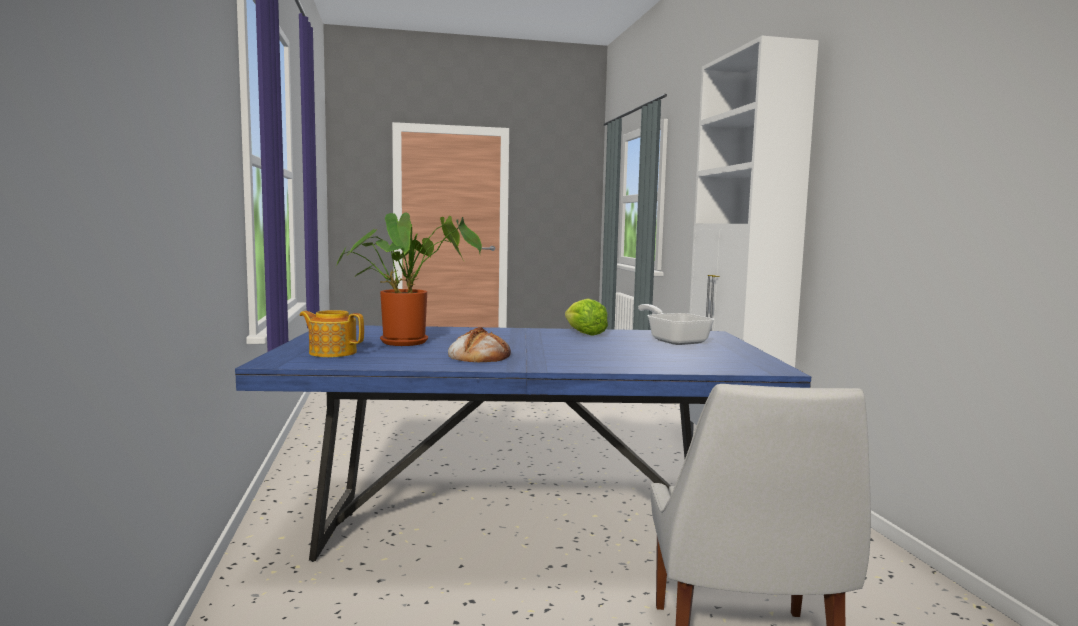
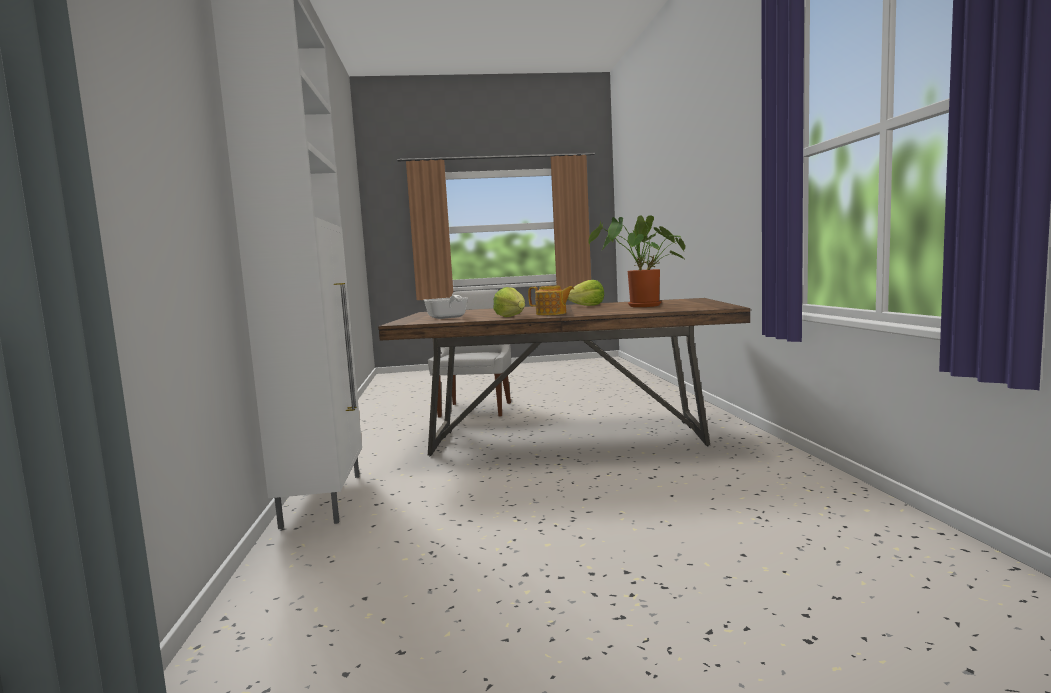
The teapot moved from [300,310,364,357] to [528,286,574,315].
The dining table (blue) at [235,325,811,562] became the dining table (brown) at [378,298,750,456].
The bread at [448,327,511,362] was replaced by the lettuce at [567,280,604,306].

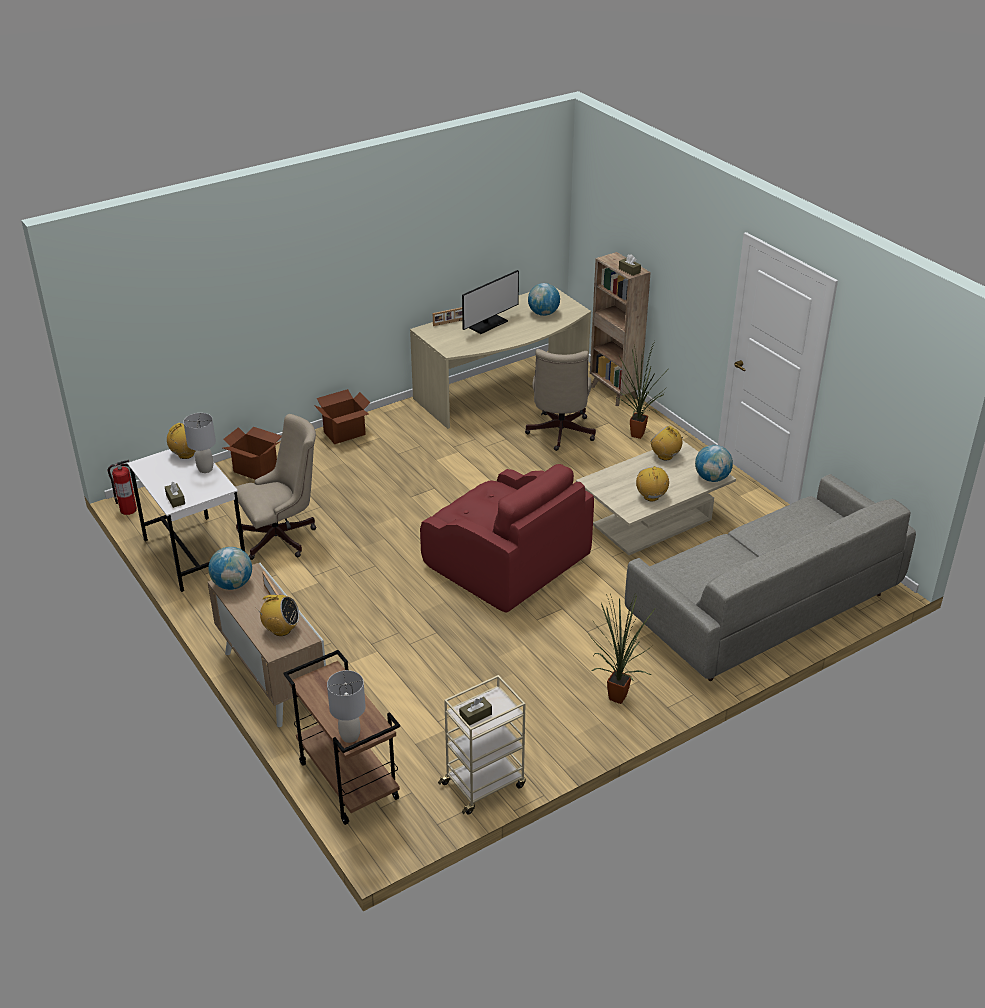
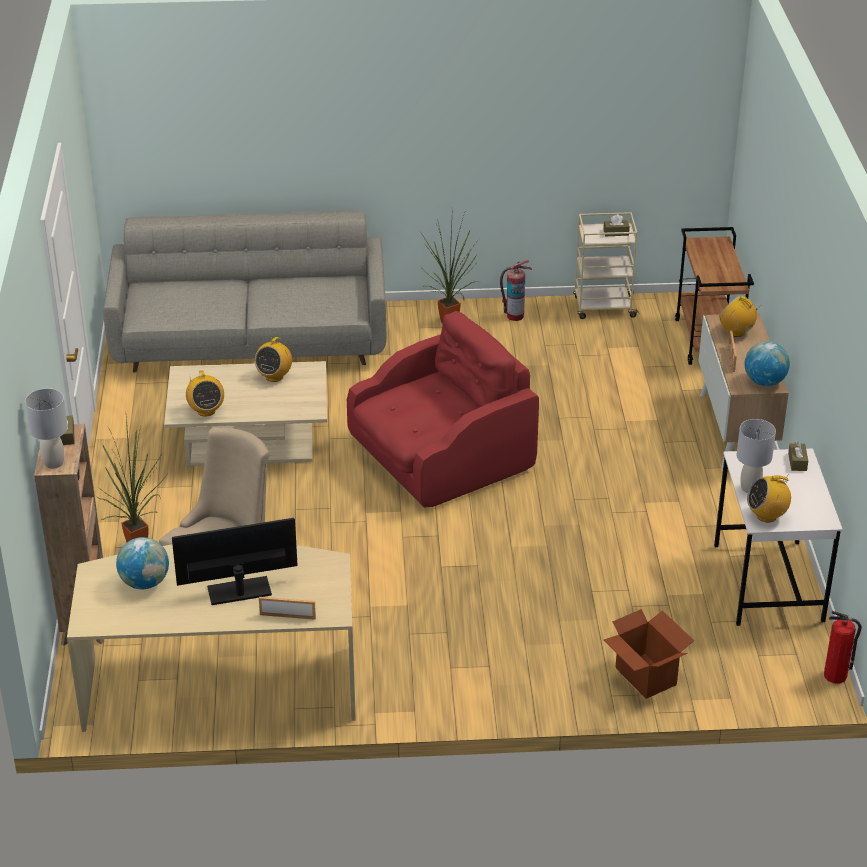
The cardboard box at [314,389,370,444] disappeared.
The office chair (beige) at [235,414,316,560] disappeared.
The globe at [695,445,733,482] disappeared.
The armchair (red) at [420,464,594,613] turned 75 degrees clockwise.
The table lamp (grey) moved from [327,670,366,743] to [25,388,68,469].
The fire extinguisher at [500,260,532,321] appeared.

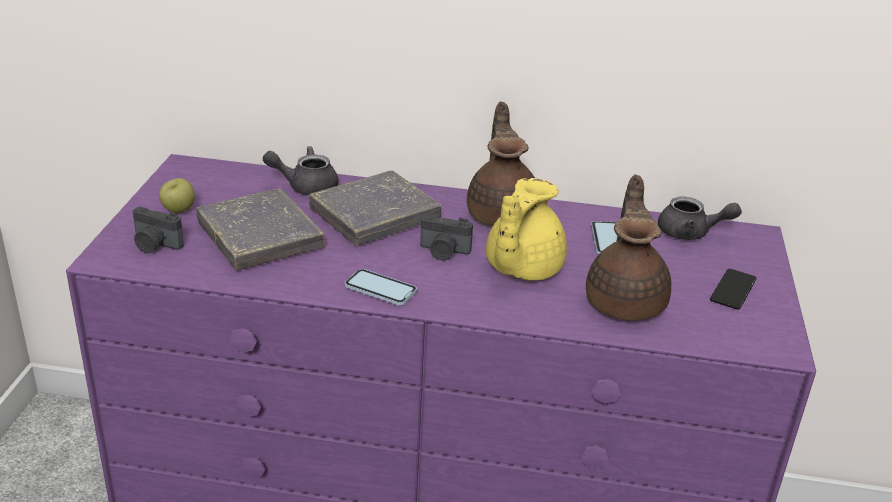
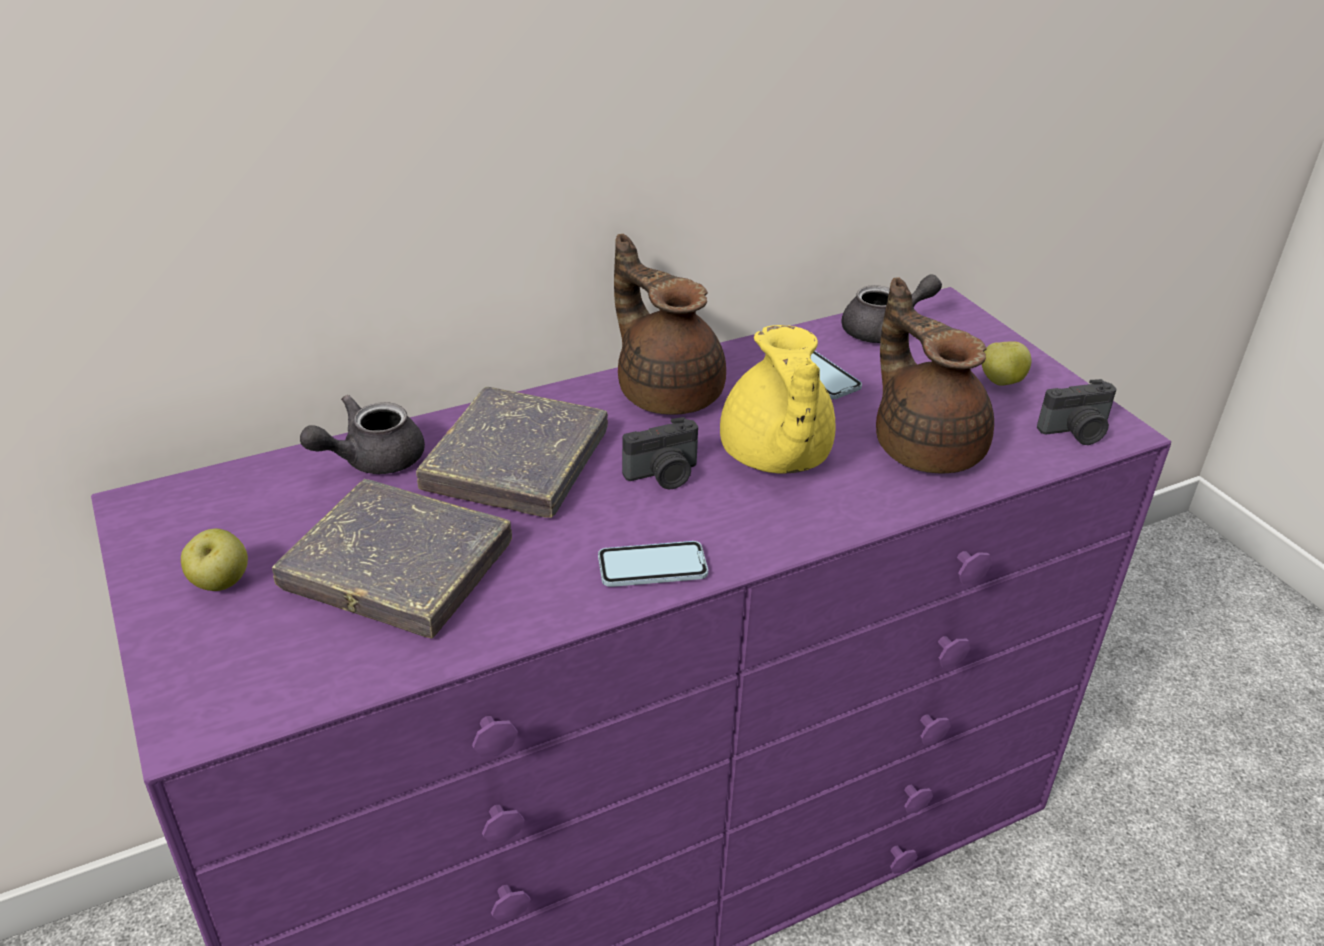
The photo camera moved from [133,207,184,253] to [1037,379,1117,445].
The phone at [710,268,756,310] was replaced by the apple at [982,341,1031,386].

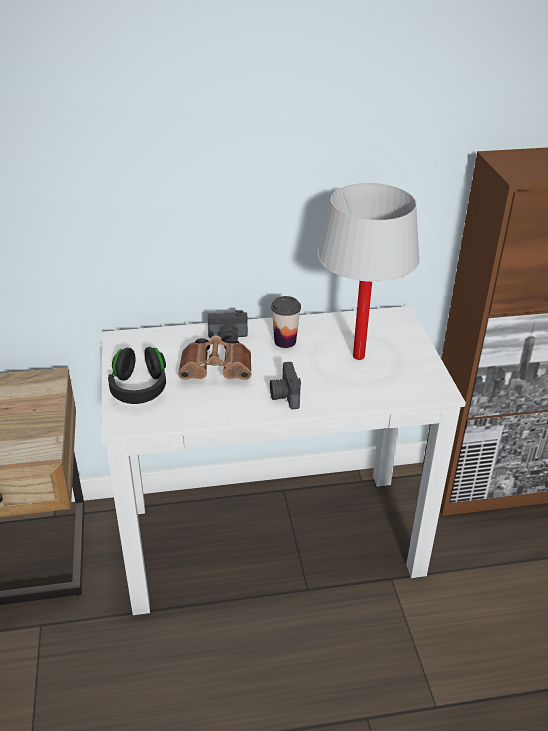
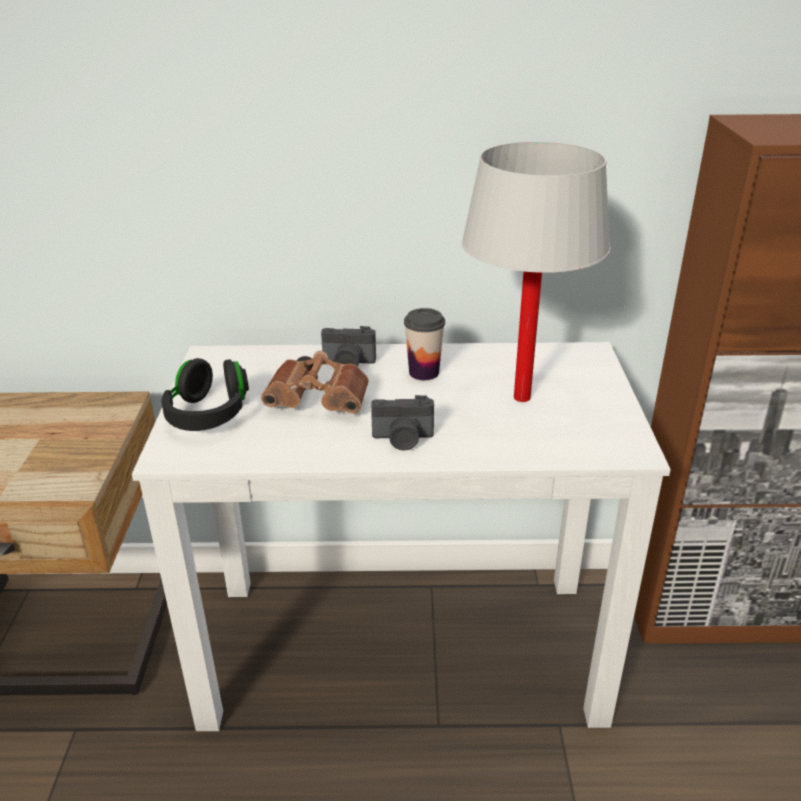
The photo camera at [270,362,301,409] turned 90 degrees counterclockwise.

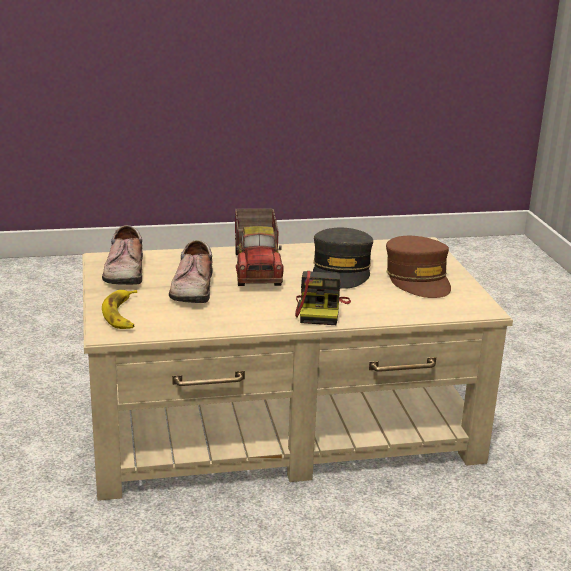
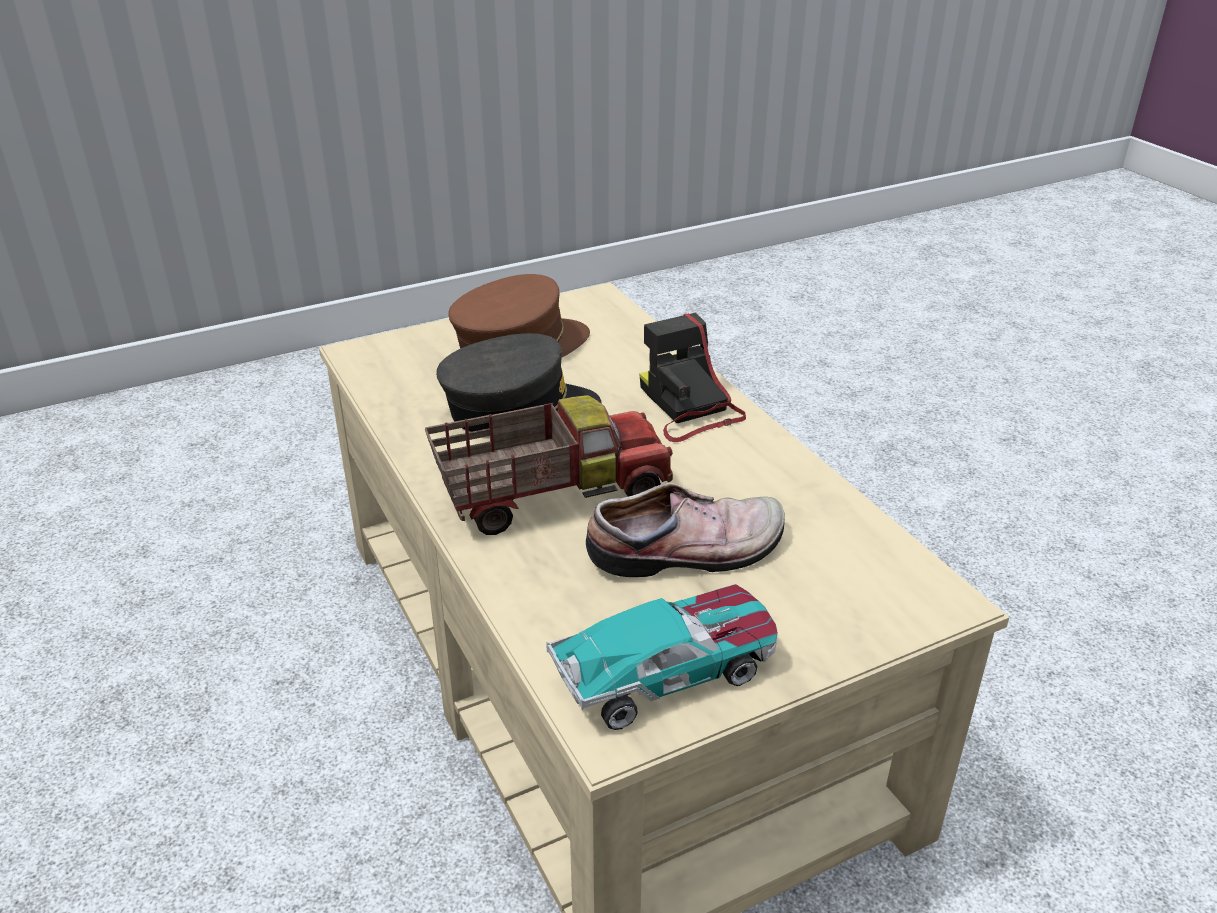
The shoe at [102,225,143,285] was replaced by the toy car at [546,584,778,730].
The photo camera at [295,271,351,325] turned 105 degrees counterclockwise.
The banana at [102,290,137,329] disappeared.

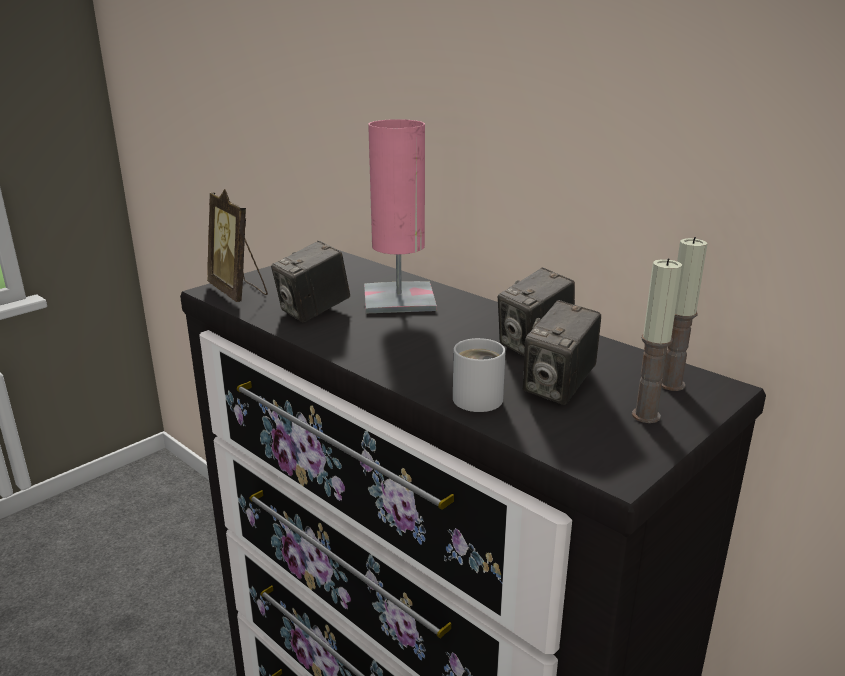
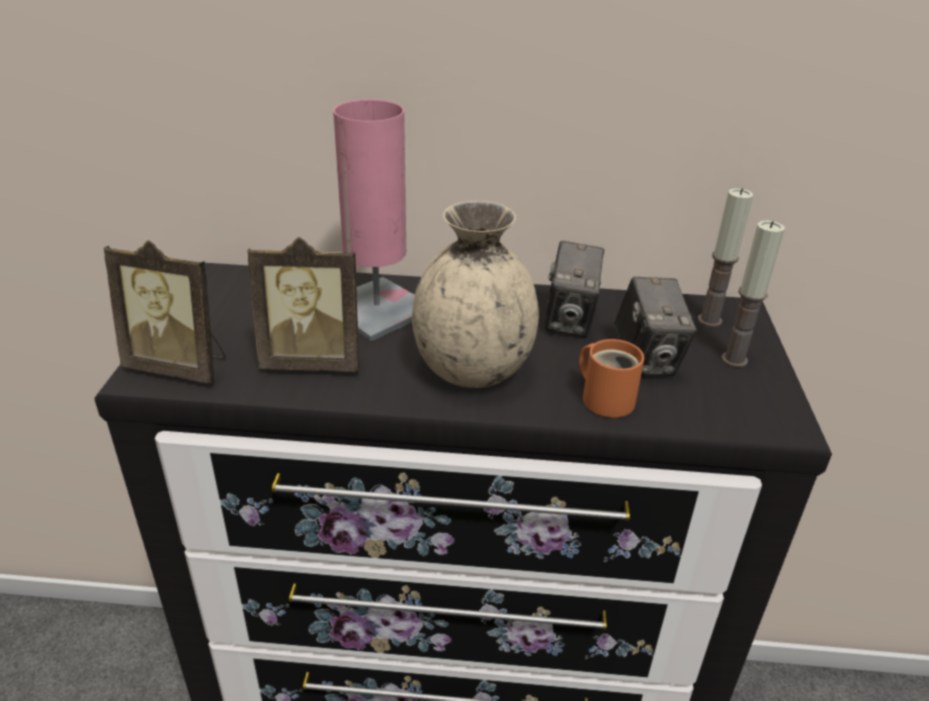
The photo camera at [271,241,350,322] was replaced by the picture frame at [248,237,359,372].
The mug (white) at [453,338,506,412] became the mug (orange) at [579,339,644,418].
The vase (beige) at [412,201,539,388] appeared.

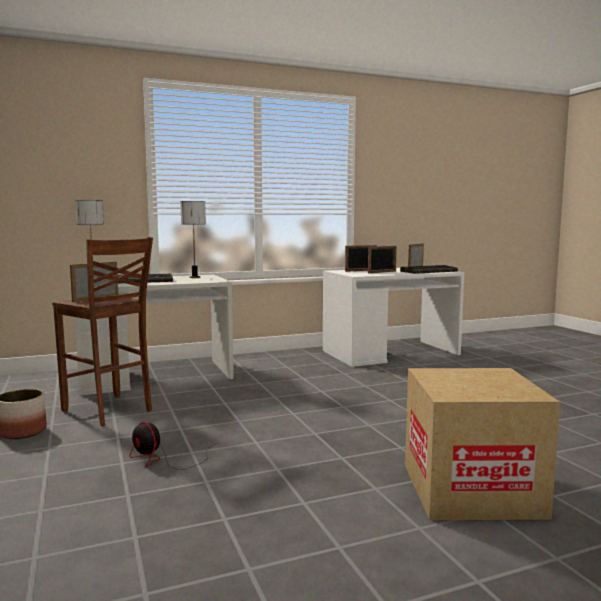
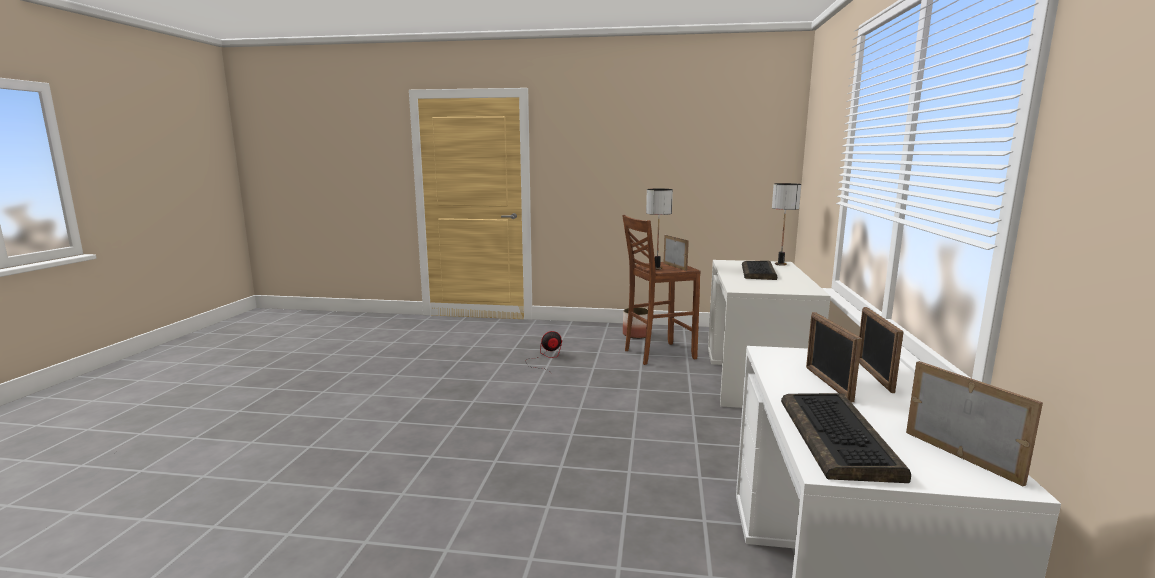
The table lamp moved from [180,201,206,278] to [646,189,673,270].
The cardboard box at [405,368,560,520] disappeared.

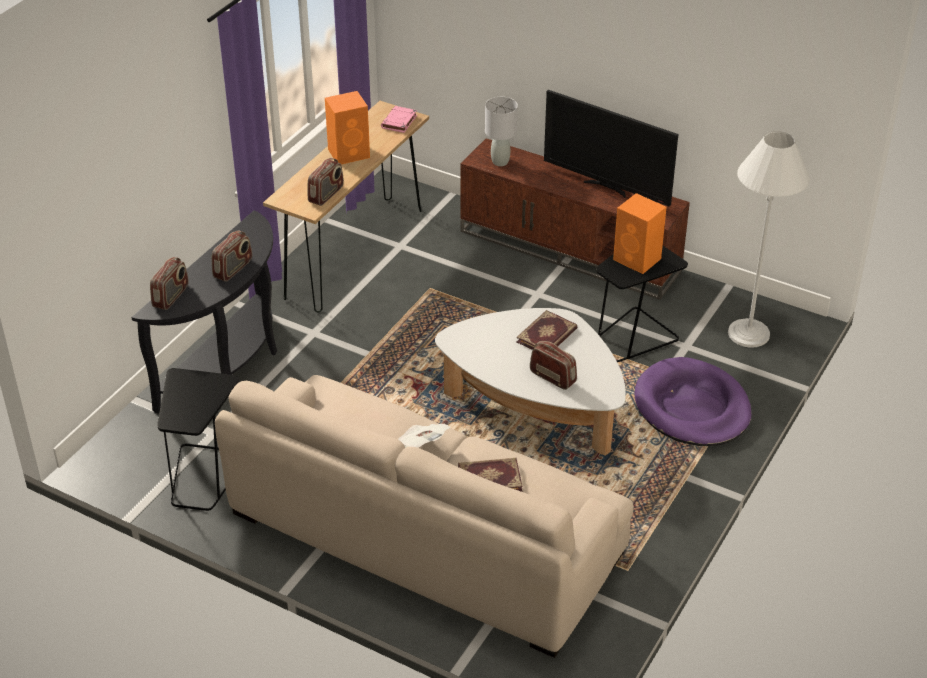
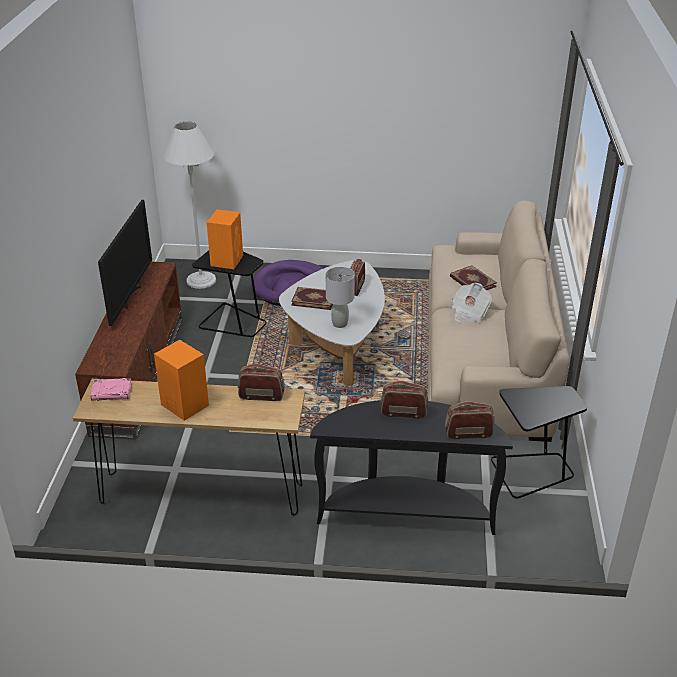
The table lamp (grey) moved from [485,97,518,166] to [326,267,355,328].

